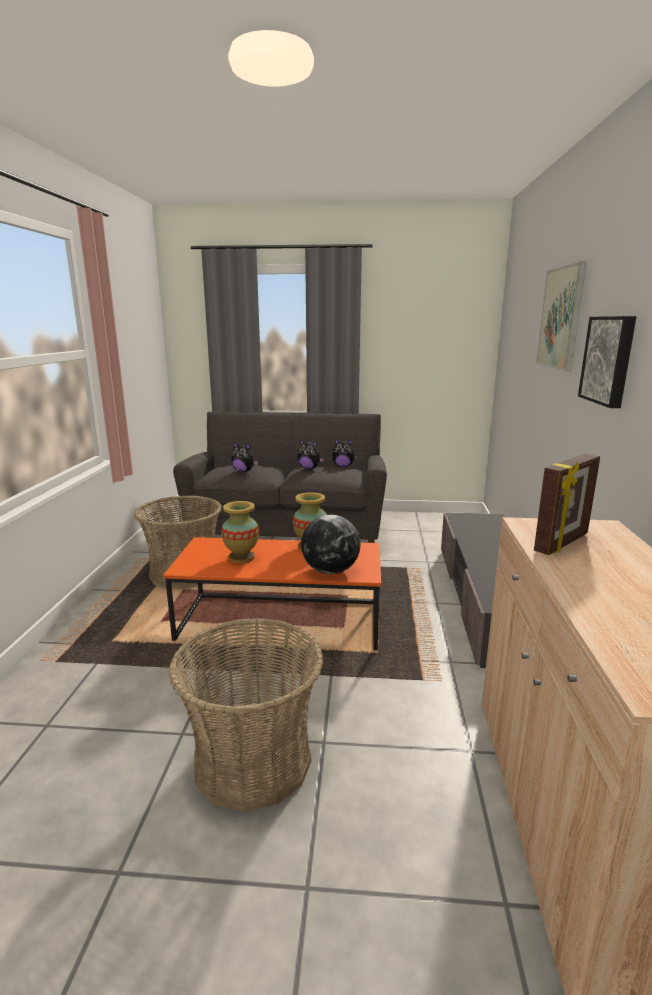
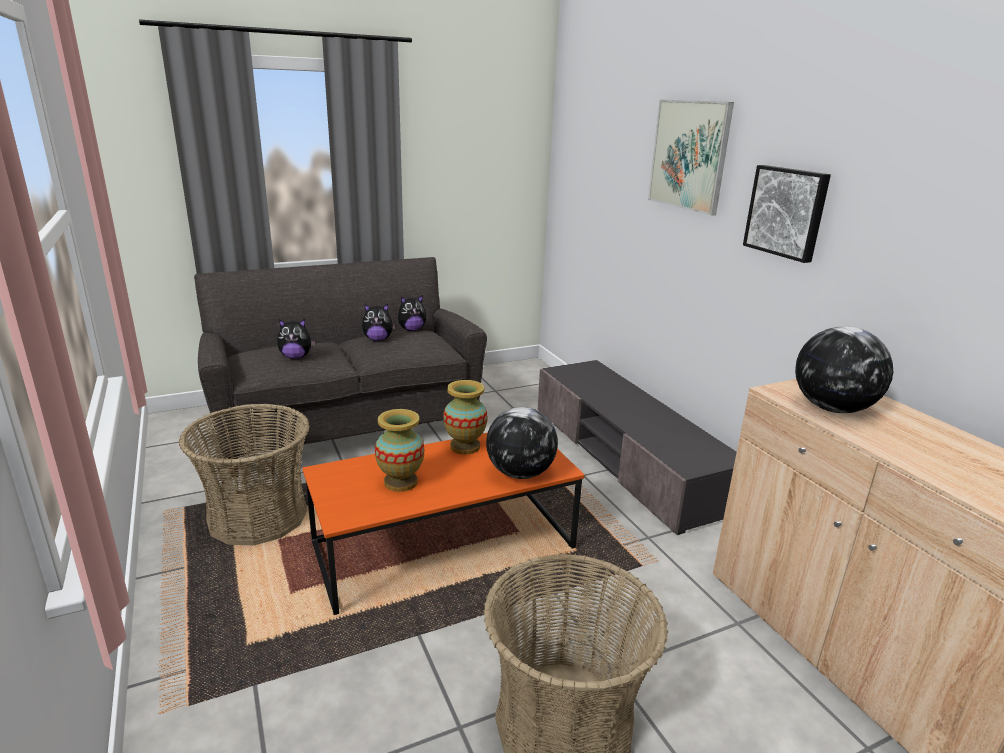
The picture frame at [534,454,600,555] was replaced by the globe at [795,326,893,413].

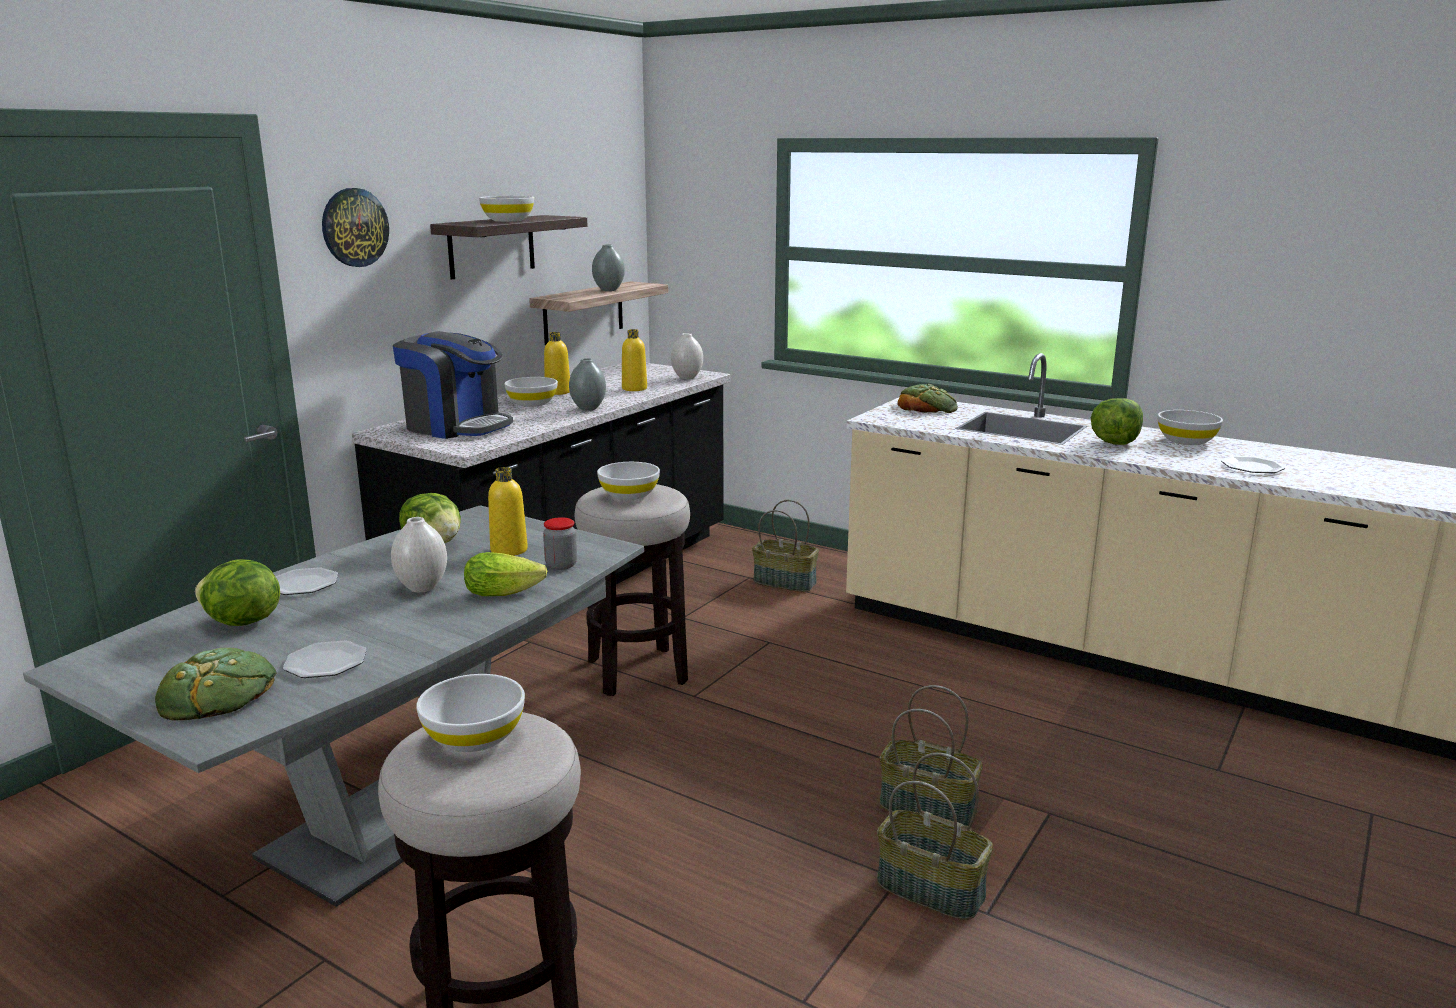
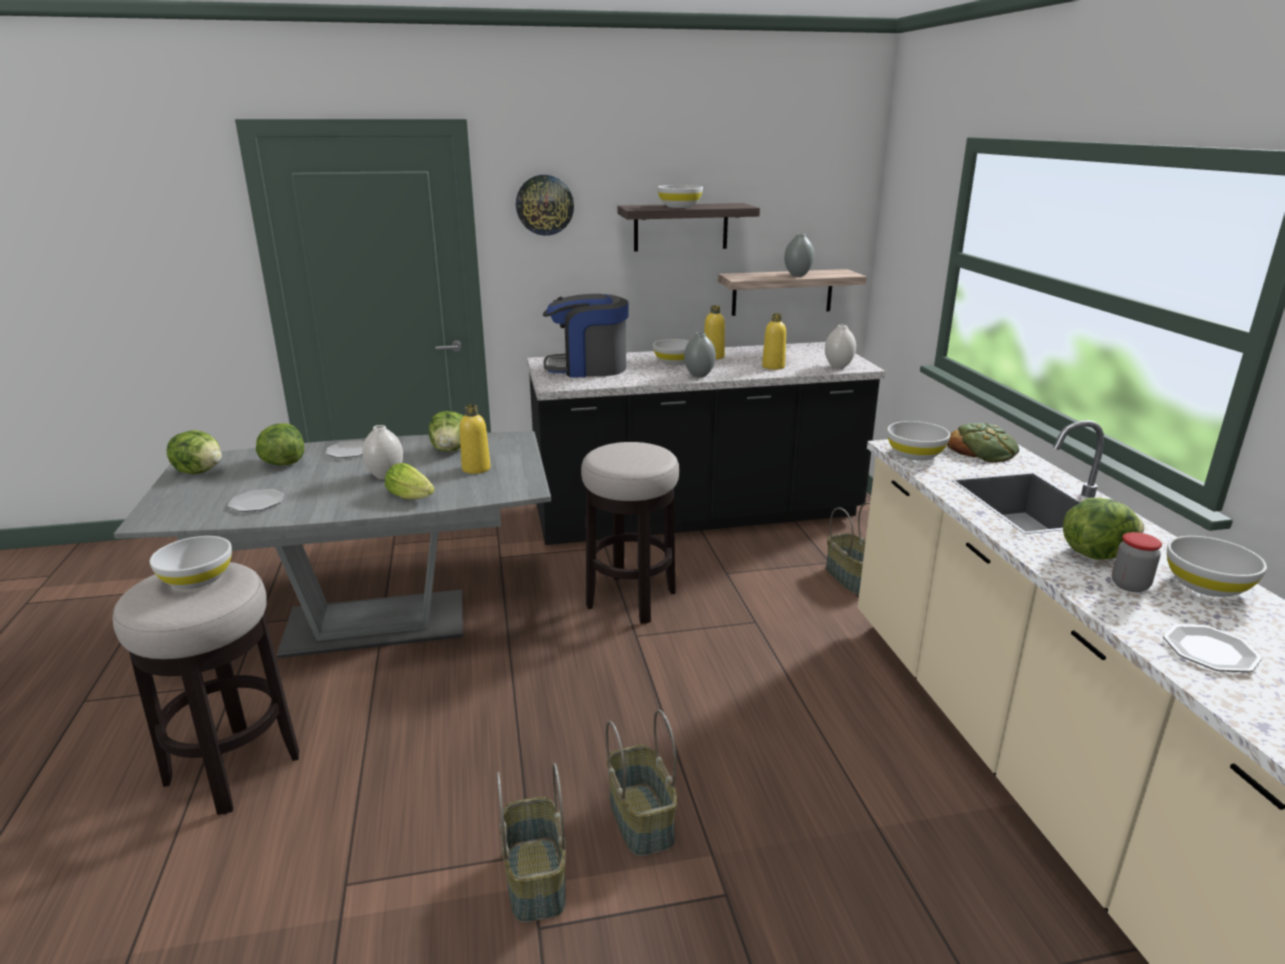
The coffee machine at [393,331,513,439] turned 105 degrees clockwise.
The bowl (white) moved from [597,462,660,500] to [887,421,950,461].
The jar moved from [543,517,577,570] to [1112,532,1162,592].
The bread at [155,648,277,721] disappeared.
The lettuce at [167,430,222,474] appeared.

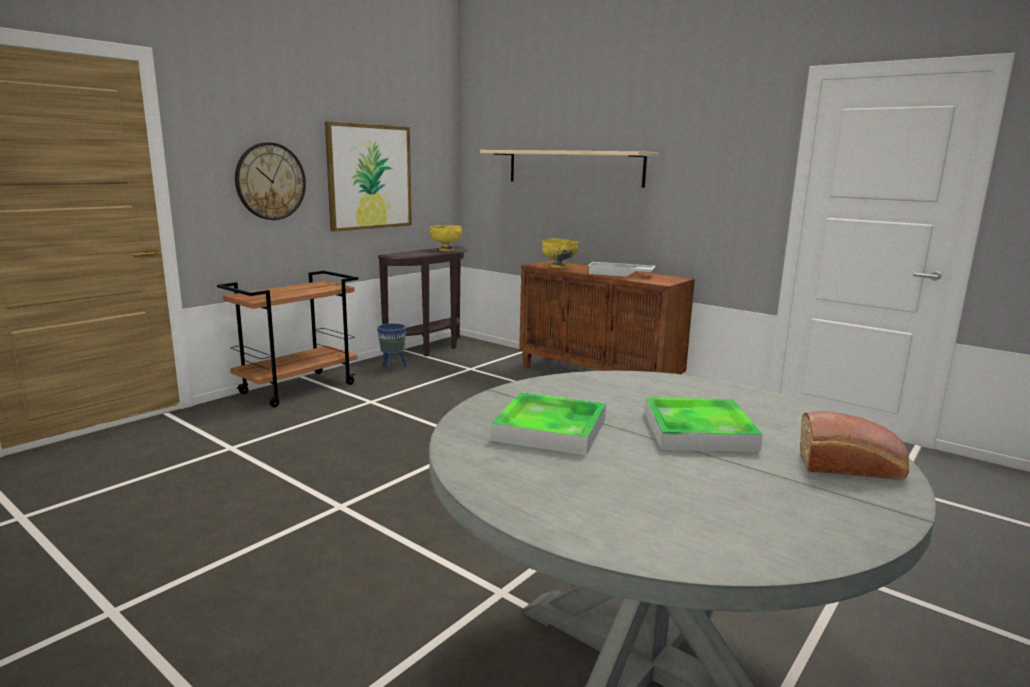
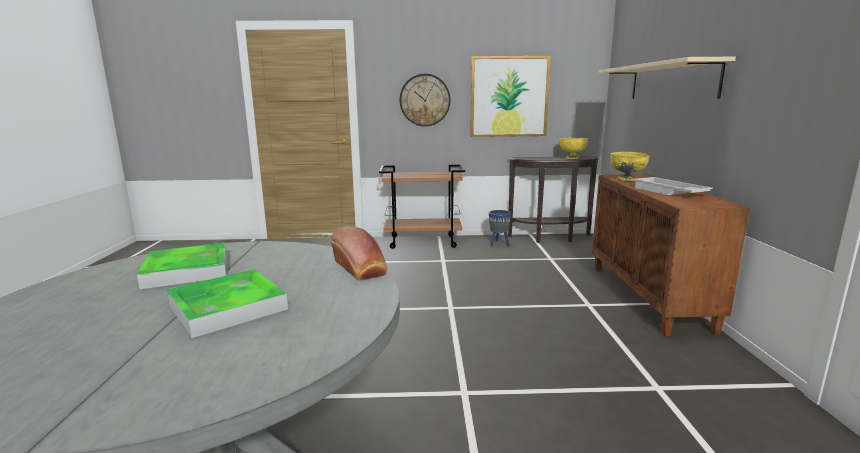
The bread moved from [800,411,909,480] to [331,226,387,280].

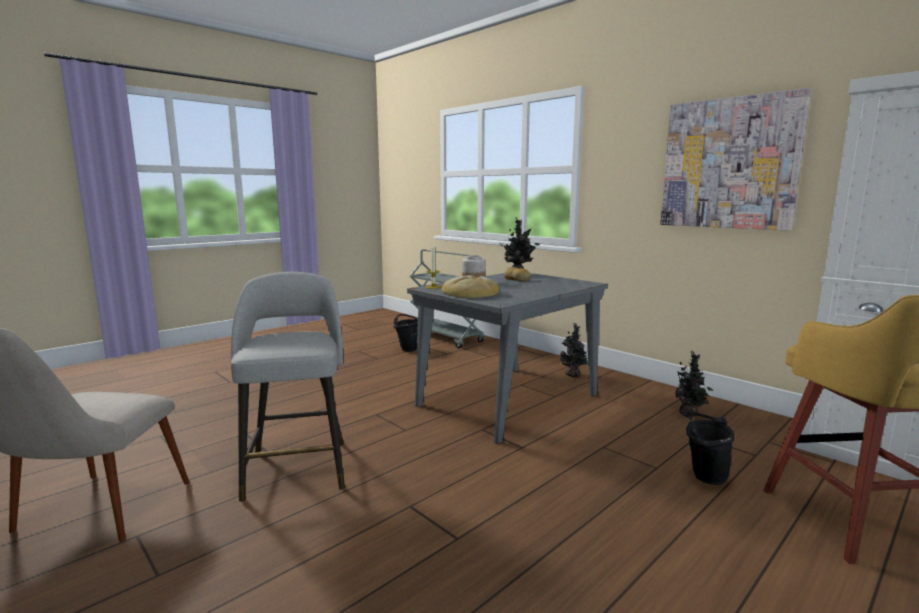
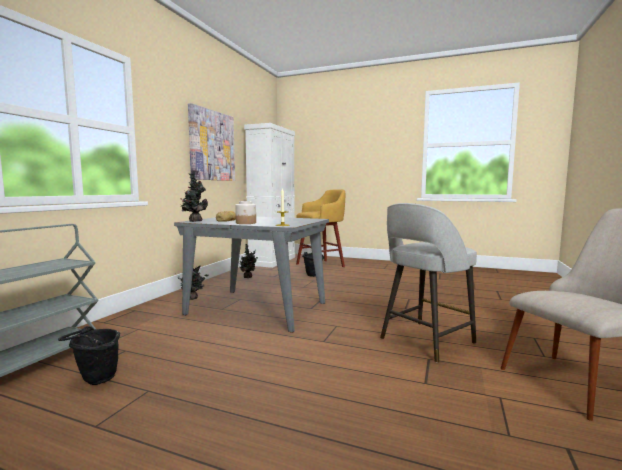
The bread at [441,275,499,298] disappeared.

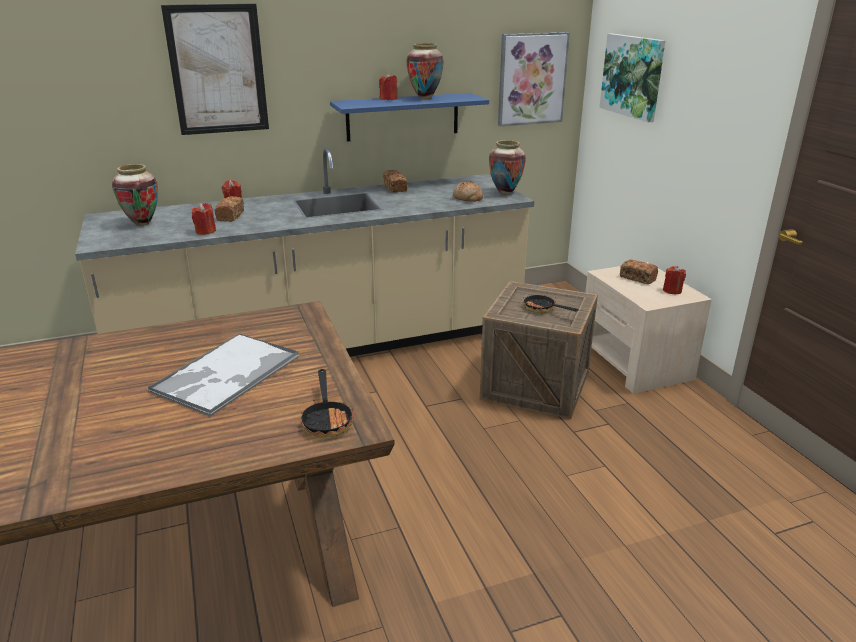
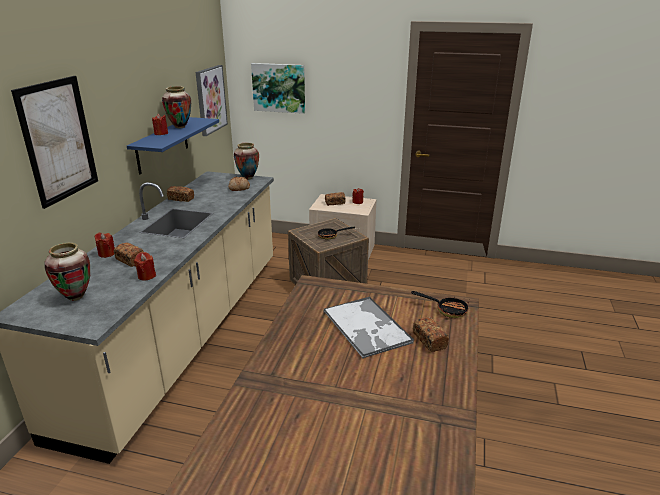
The bread at [413,317,449,352] appeared.

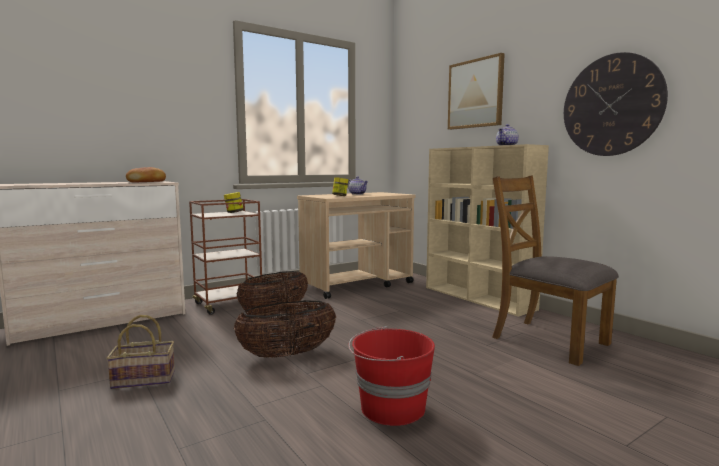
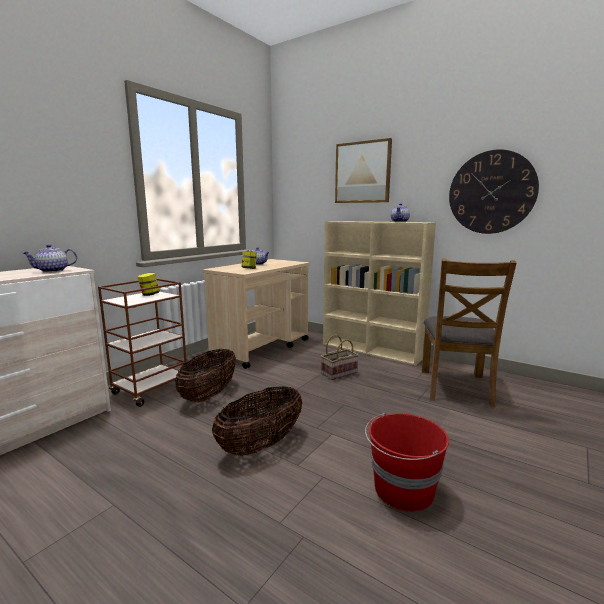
The bread at [126,167,166,182] was replaced by the teapot at [23,244,77,273].
The chair (brown) at [492,176,619,366] turned 105 degrees counterclockwise.
The basket moved from [107,315,175,389] to [321,335,359,380].

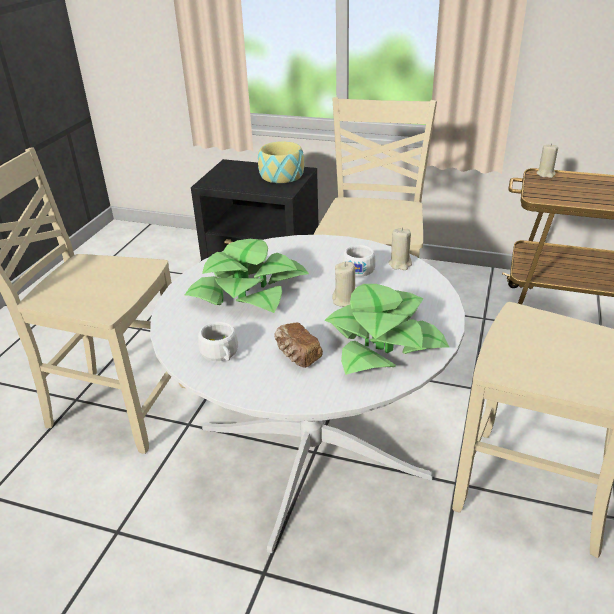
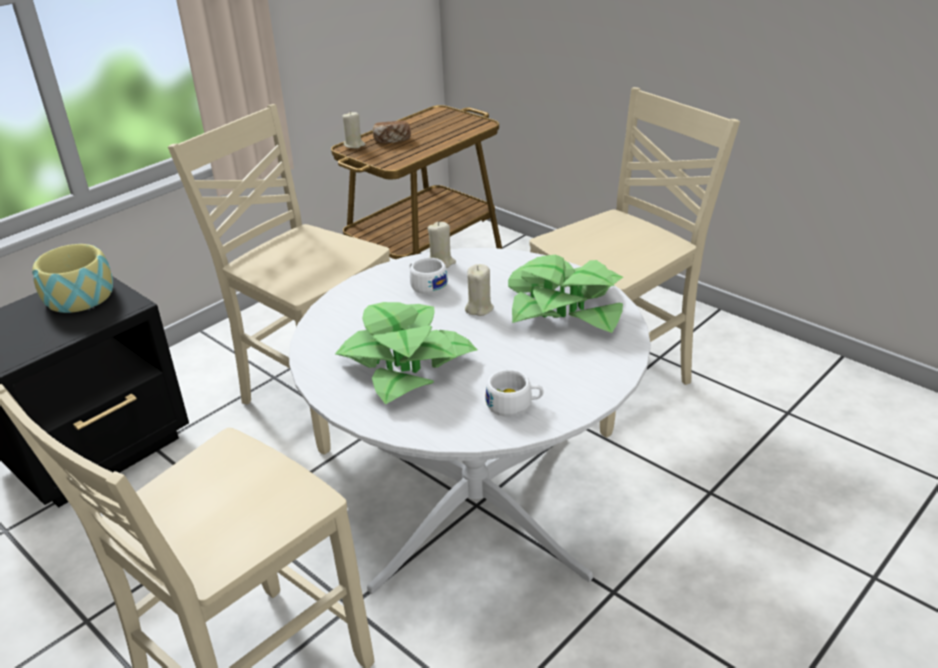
The bread moved from [274,322,323,368] to [373,121,411,143].

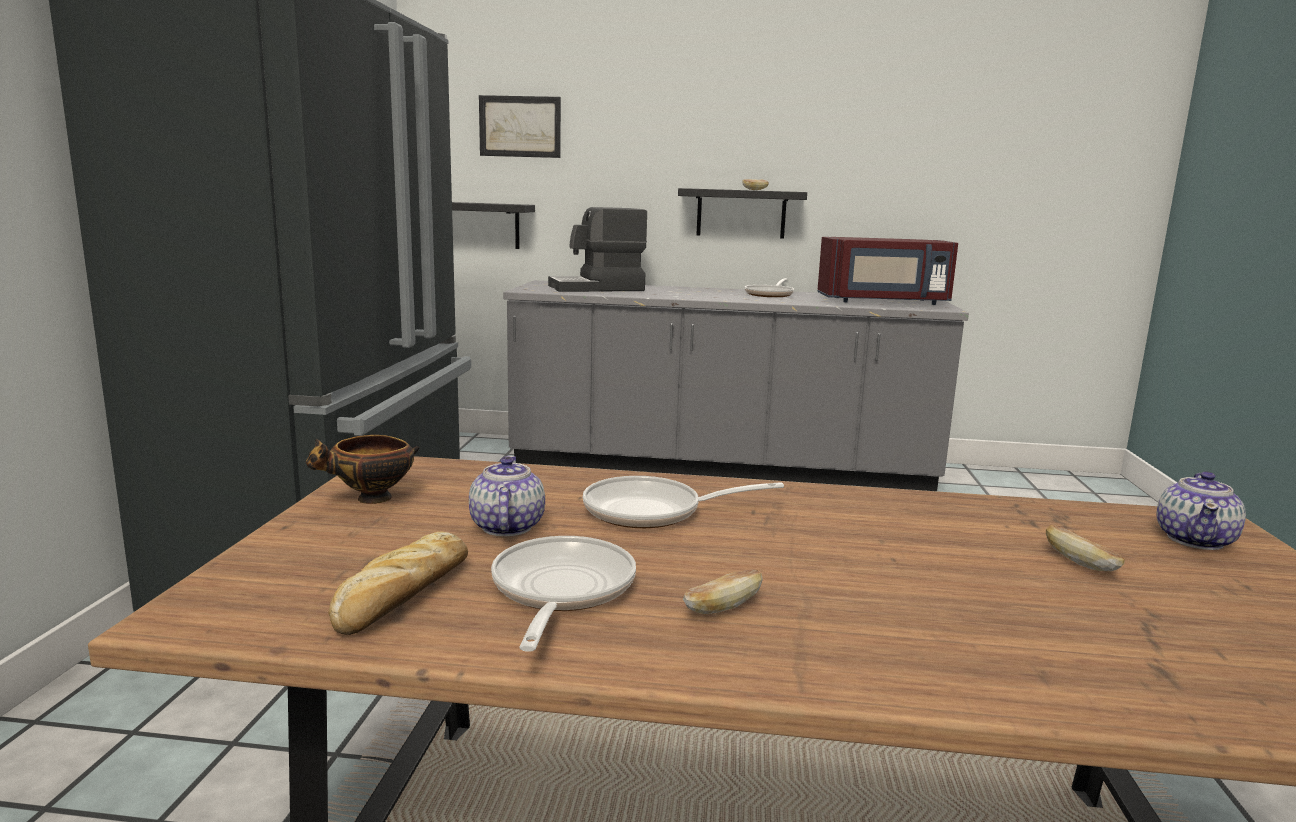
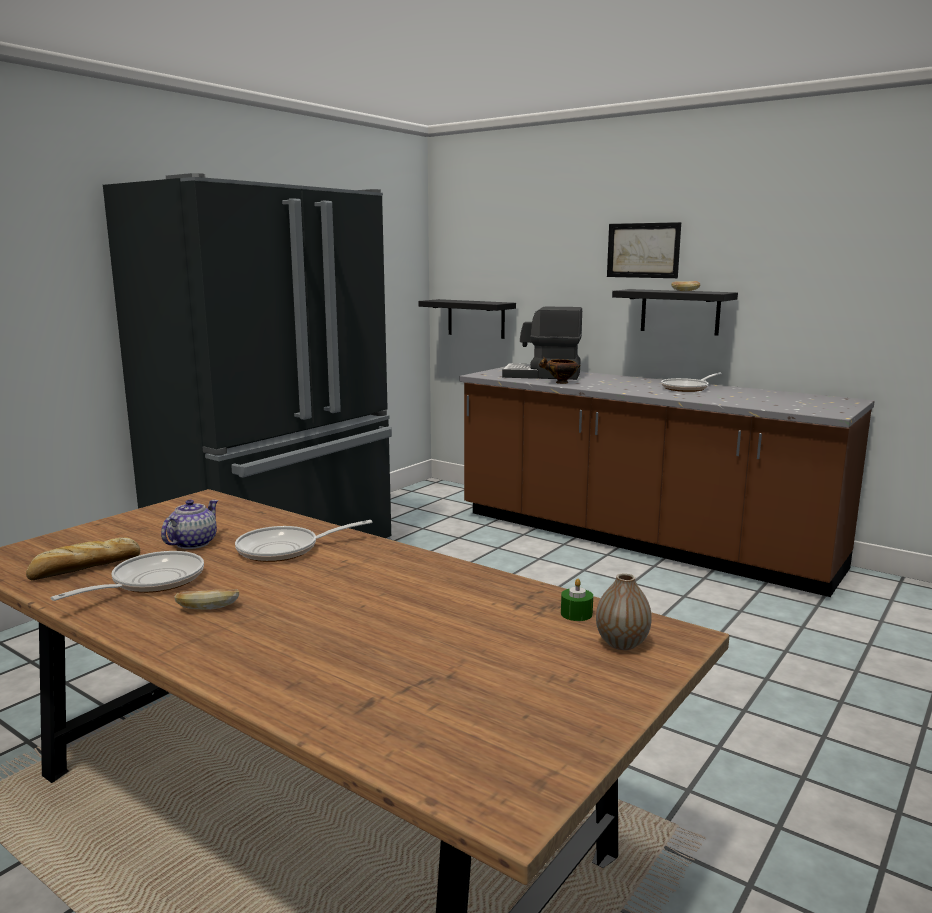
The picture moved from [479,95,561,158] to [607,222,681,278].
The microwave (red) at [817,237,958,305] disappeared.
The counter (grey) at [503,280,969,491] became the counter (brown) at [460,367,875,597].
The bowl moved from [305,435,419,504] to [539,357,581,384].
The teapot at [1157,472,1246,550] was replaced by the vase at [596,573,652,650].
The frying pan at [583,476,784,528] turned 45 degrees counterclockwise.
The bread at [1046,525,1125,571] disappeared.
The candle (green) at [561,579,593,621] appeared.

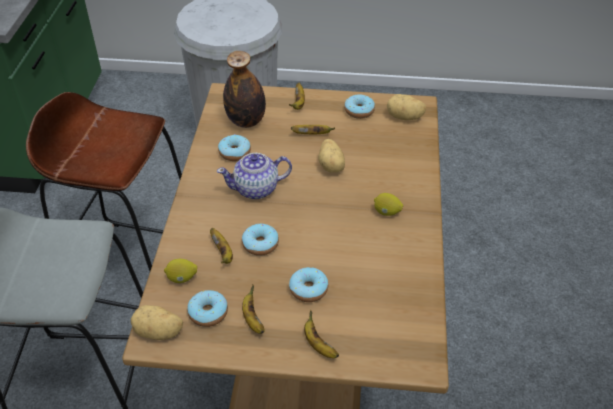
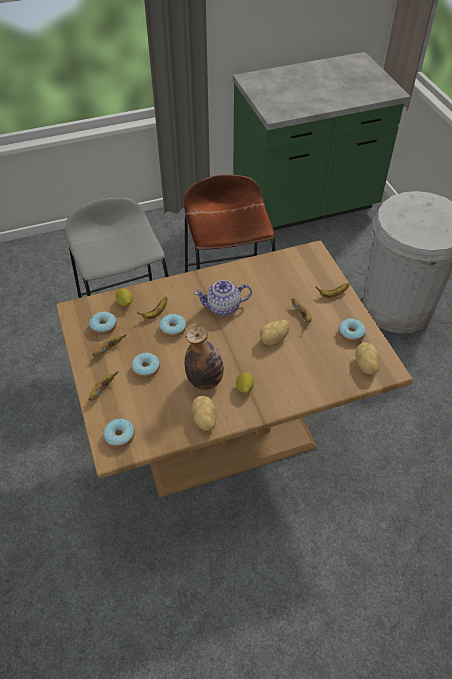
The bottle moved from [223,51,266,128] to [185,325,224,390].
The donut moved from [218,134,251,161] to [103,419,135,448].
The teapot at [217,153,292,199] turned 60 degrees counterclockwise.
The potato moved from [131,305,183,340] to [192,396,217,431].

